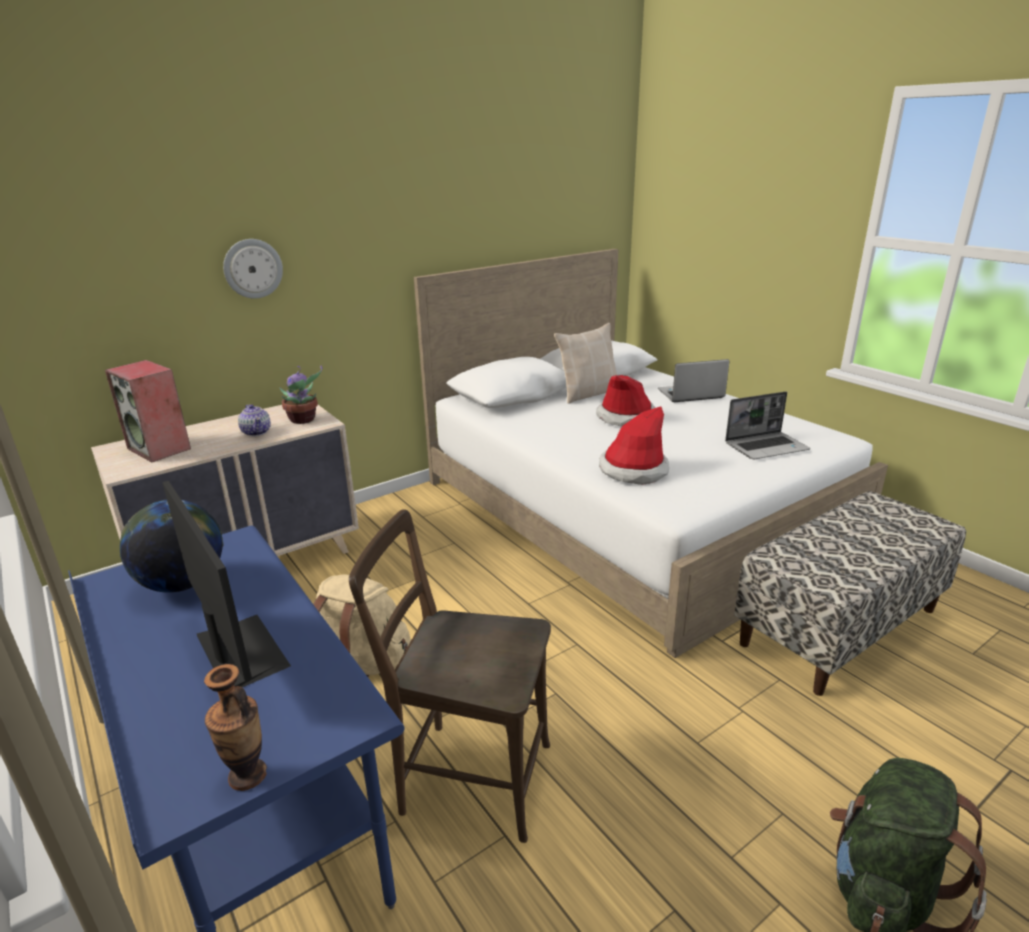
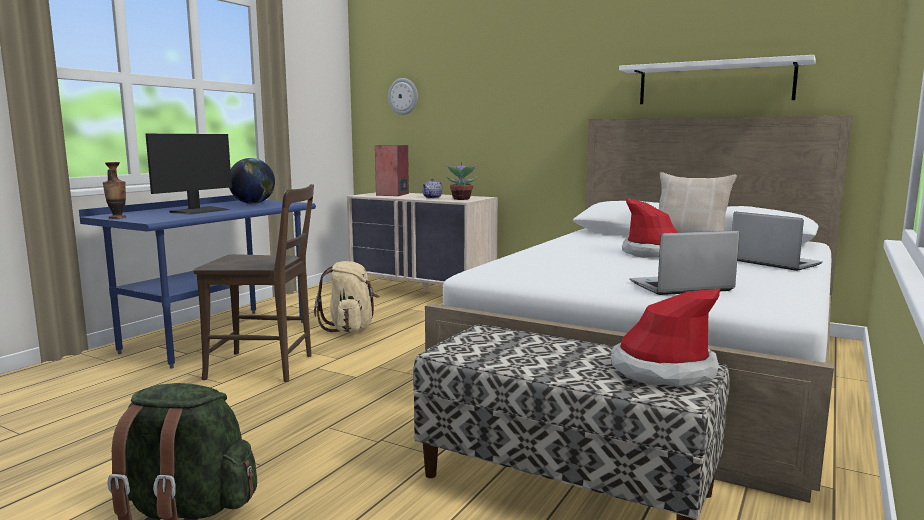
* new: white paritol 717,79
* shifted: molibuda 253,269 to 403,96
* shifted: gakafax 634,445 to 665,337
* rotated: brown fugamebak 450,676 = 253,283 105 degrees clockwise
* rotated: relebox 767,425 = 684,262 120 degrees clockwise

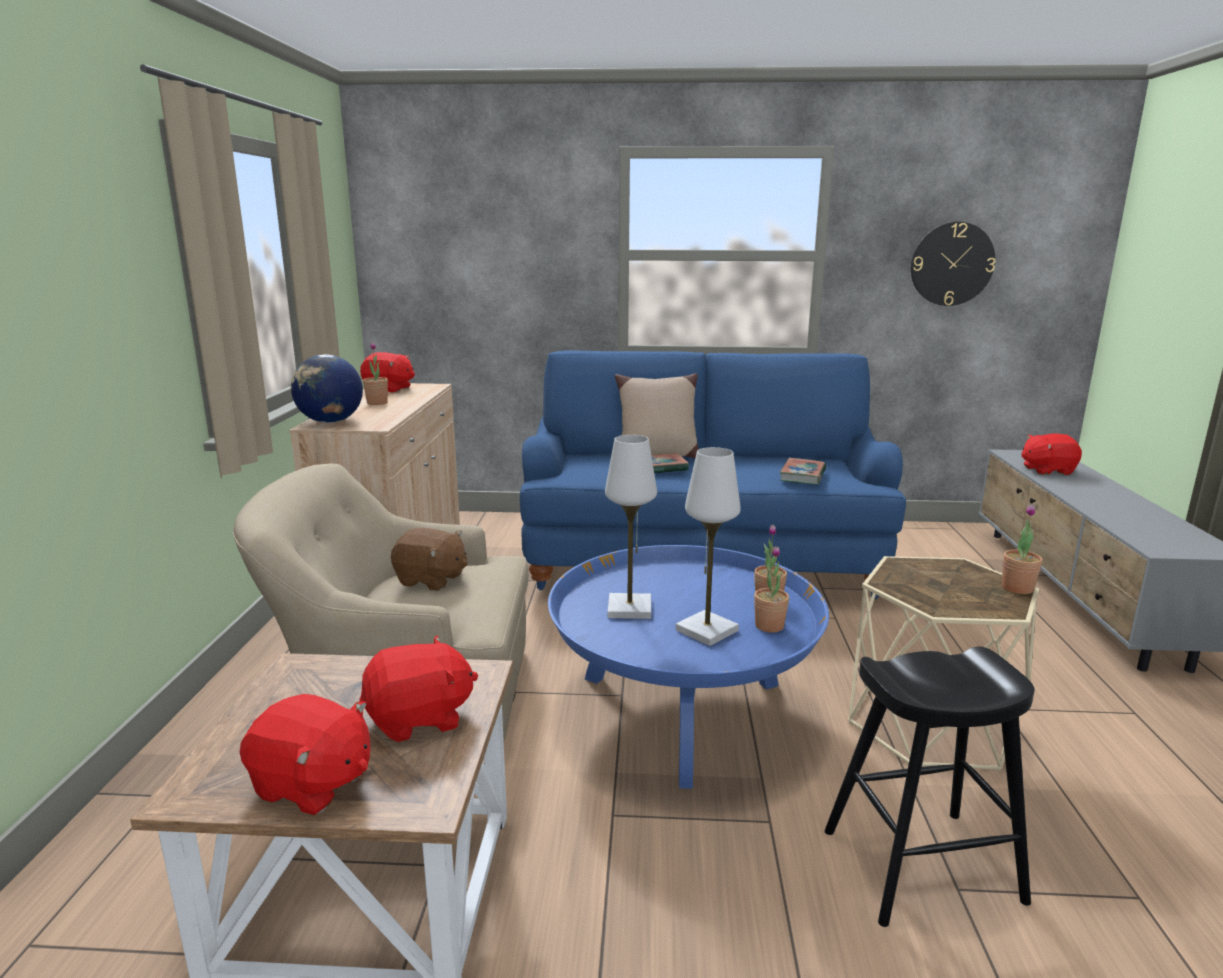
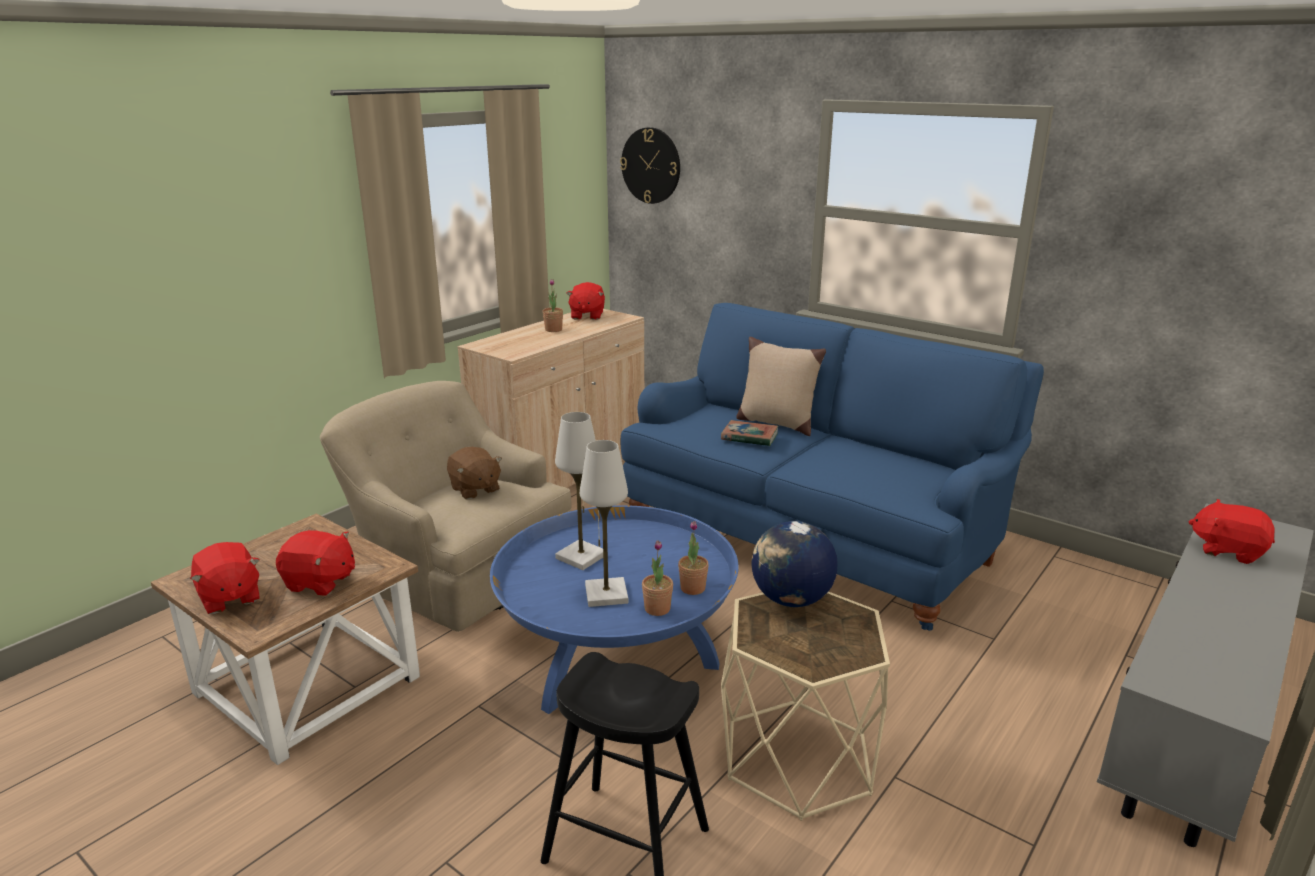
* gone: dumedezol 803,471
* gone: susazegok 1022,549
* shifted: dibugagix 327,389 to 794,564
* shifted: molibuda 953,264 to 650,165
* rotated: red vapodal 387,372 = 585,301 45 degrees clockwise

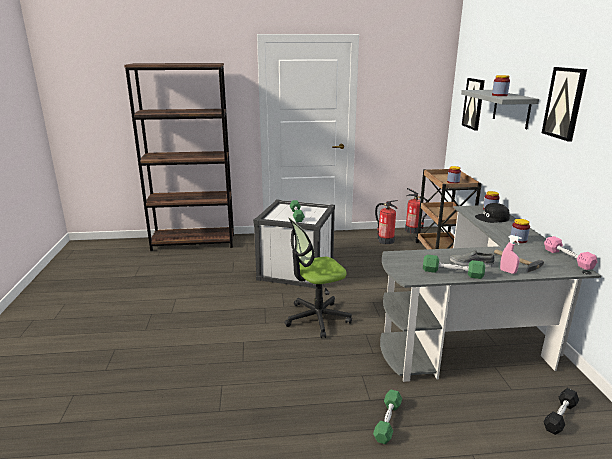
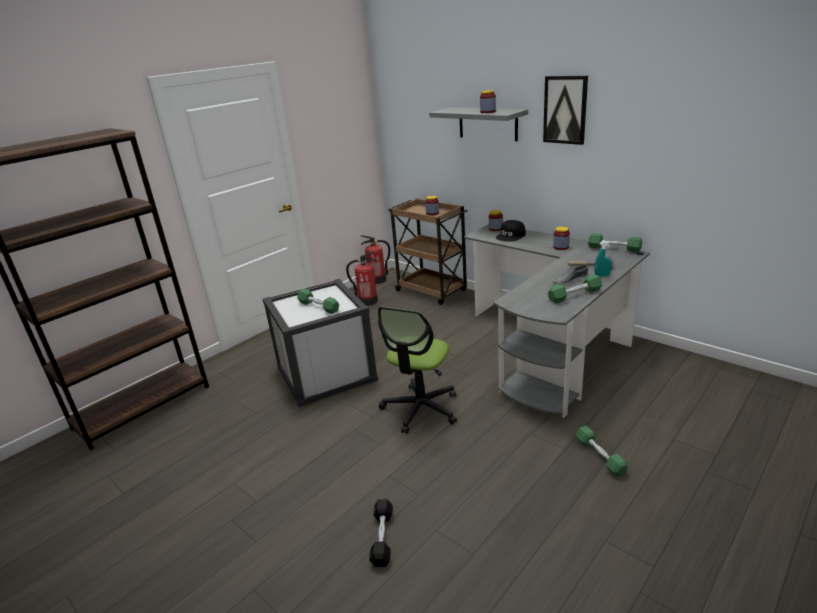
* gone: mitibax 473,104
* shifted: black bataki 561,411 to 381,533
* repainted: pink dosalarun 510,254 to turquoise dosalarun 603,259
* repainted: pink bataki 570,253 to green bataki 615,242

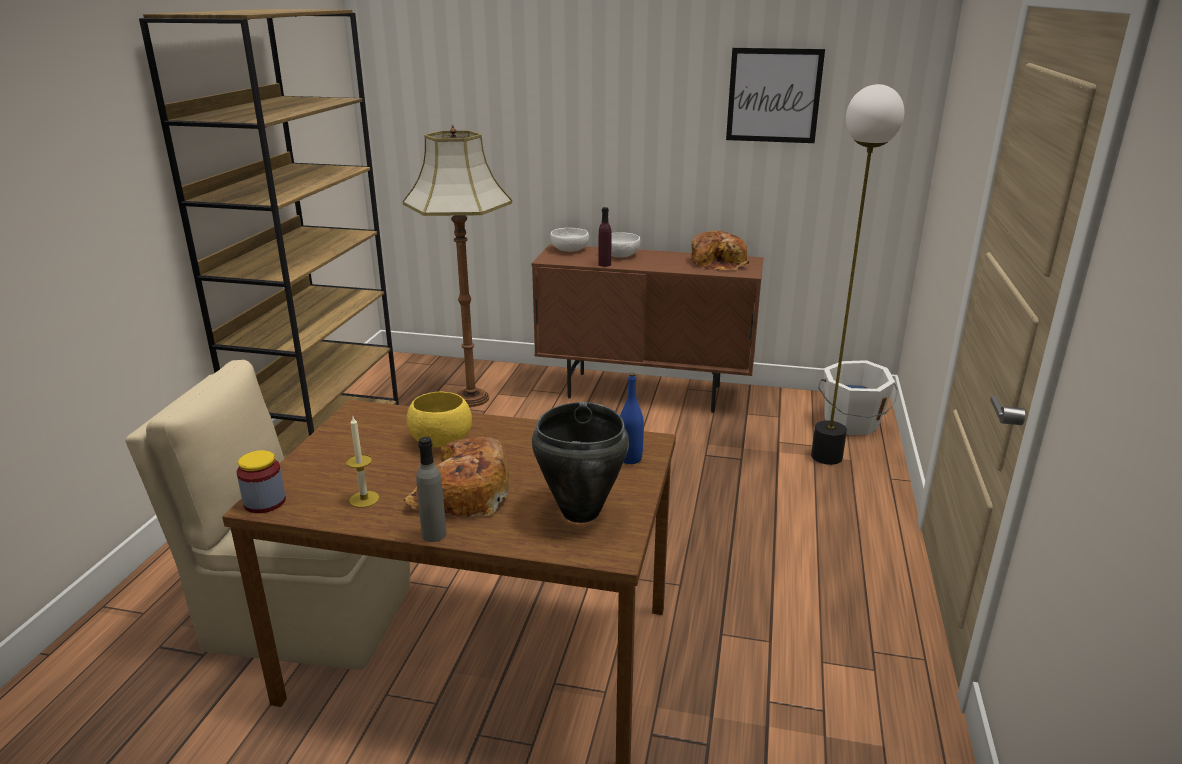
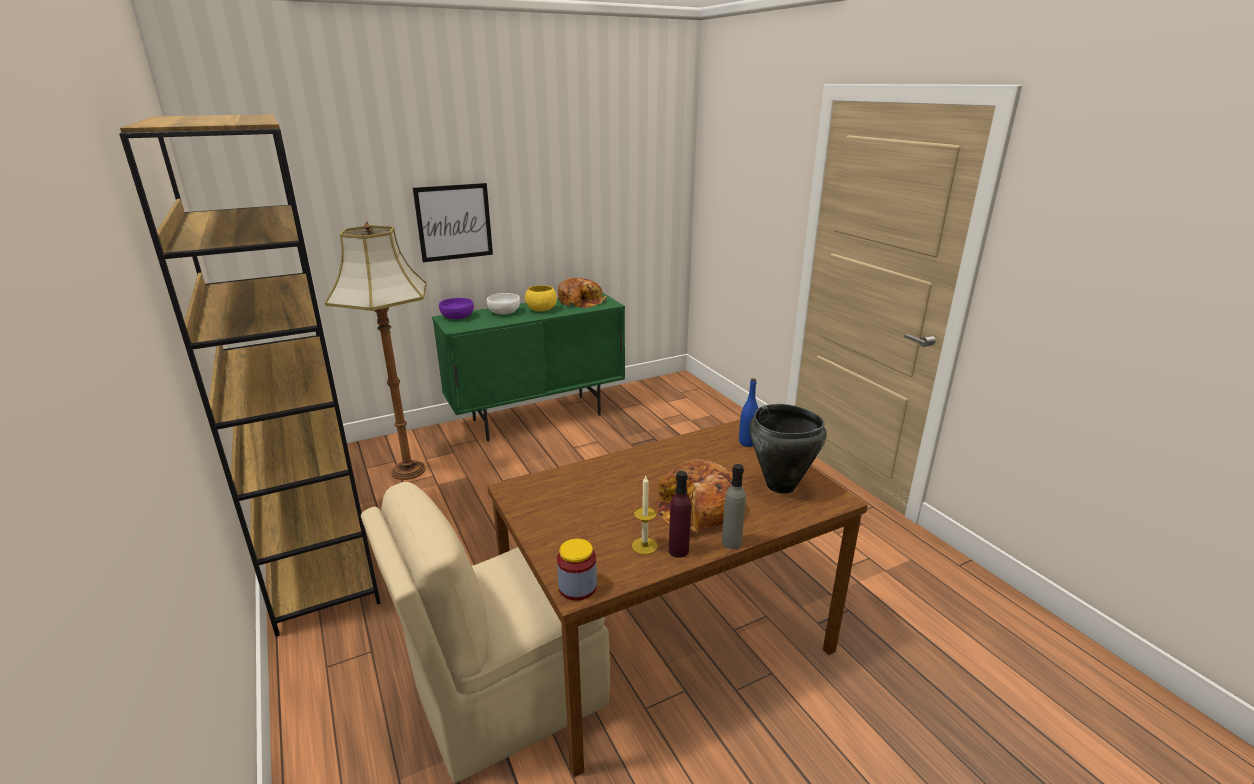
* gone: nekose 857,274
* gone: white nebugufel 858,397
* shifted: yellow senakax 439,419 to 541,298
* shifted: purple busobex 604,237 to 680,514
* shifted: mitibax 775,95 to 453,222
* repainted: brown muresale 648,328 to green muresale 528,367
* repainted: white senakax 569,240 to purple senakax 456,308

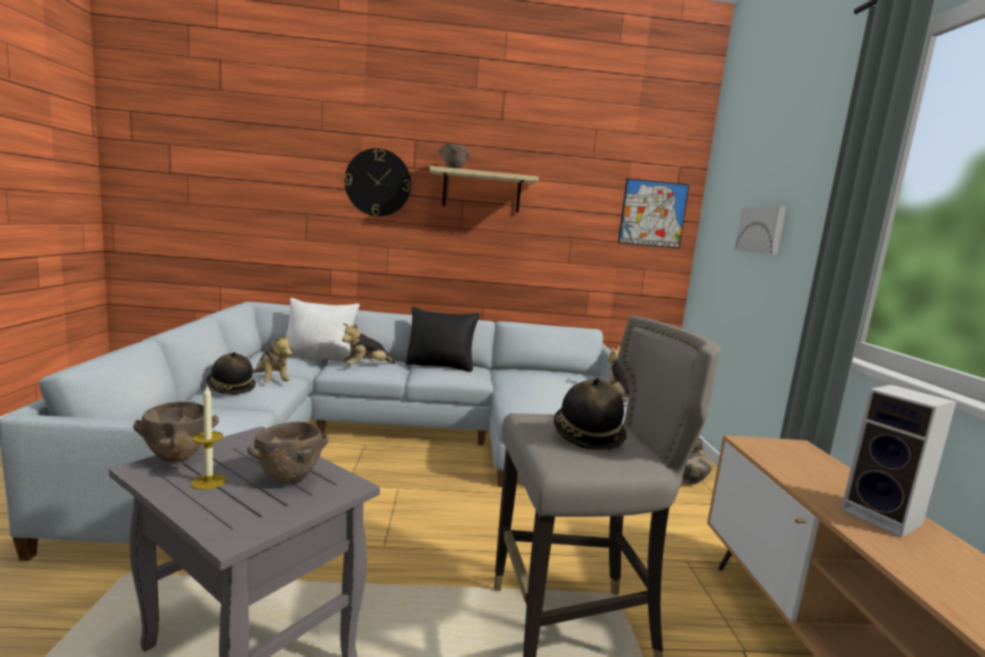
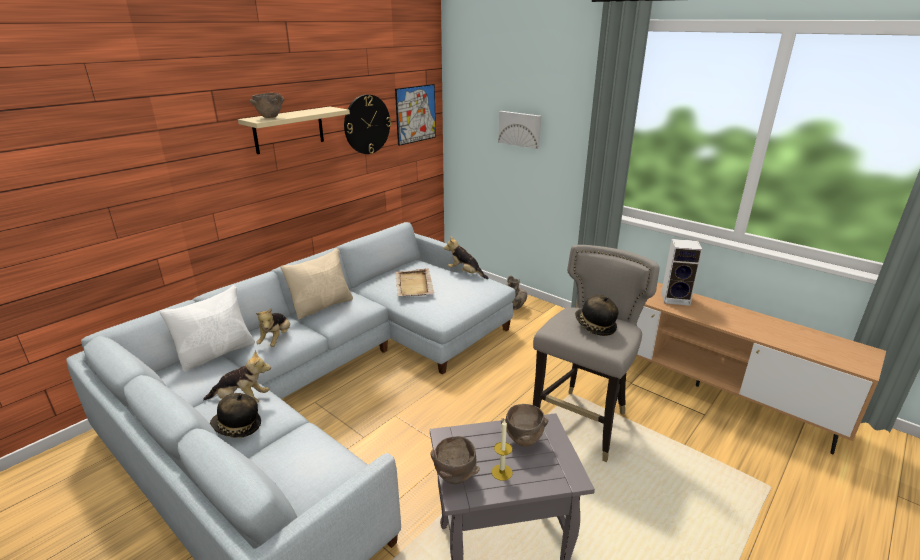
* new: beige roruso 414,282
* shifted: molibuda 377,182 to 367,124
* repainted: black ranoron 443,339 to beige ranoron 316,283

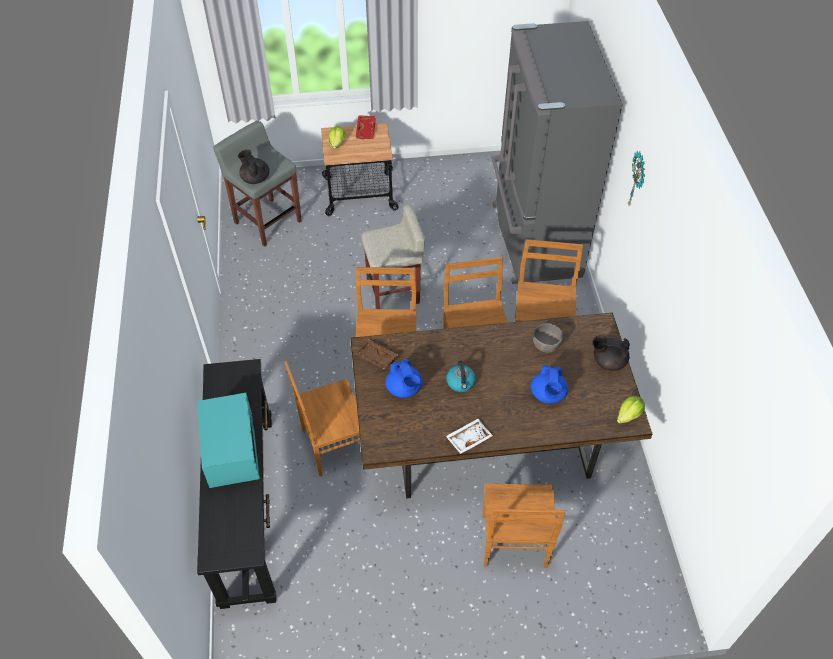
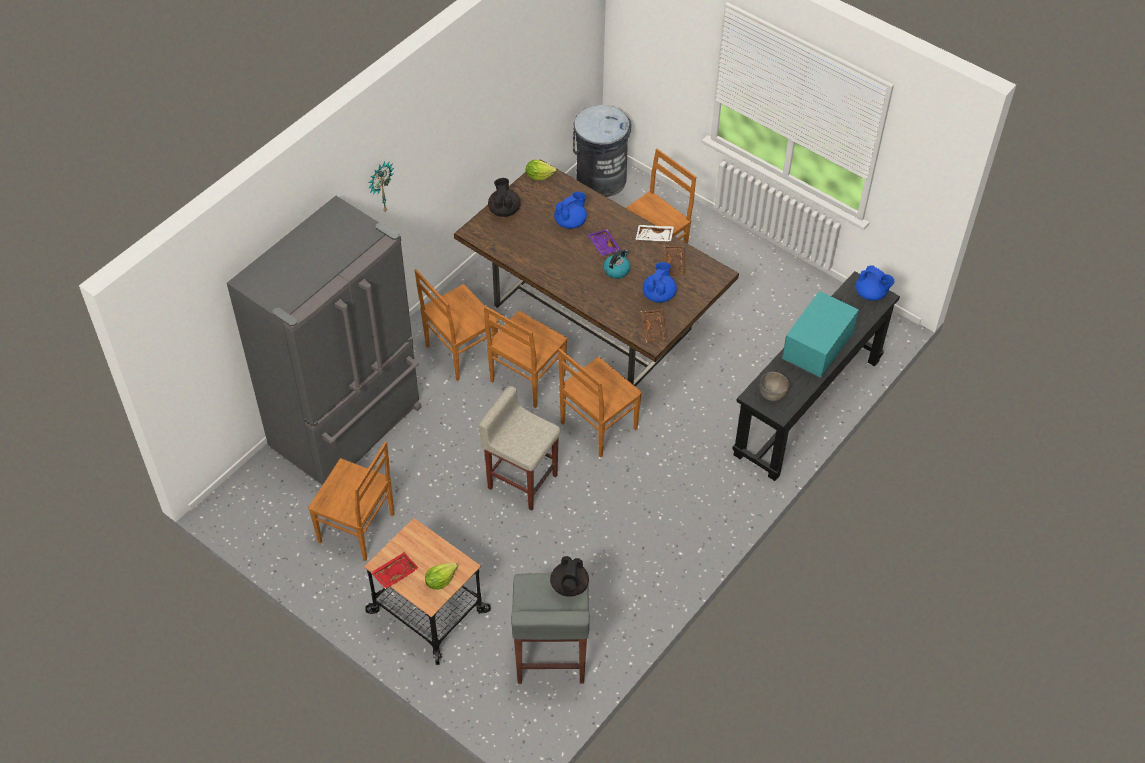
* new: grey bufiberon 602,151
* new: purple roruso 604,242
* new: brown roruso 674,260
* new: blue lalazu 875,283
* shifted: brown fugamebak 322,418 to 351,501
* shifted: grey senakax 548,338 to 774,386
* rotated: black lalazu 611,353 = 504,197 150 degrees counterclockwise

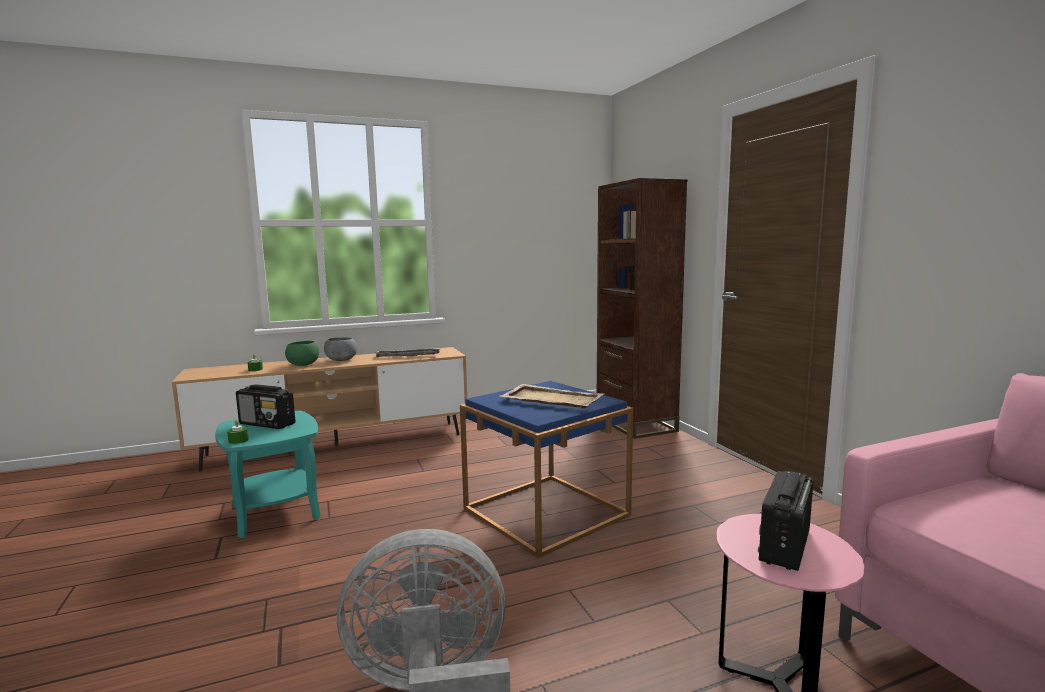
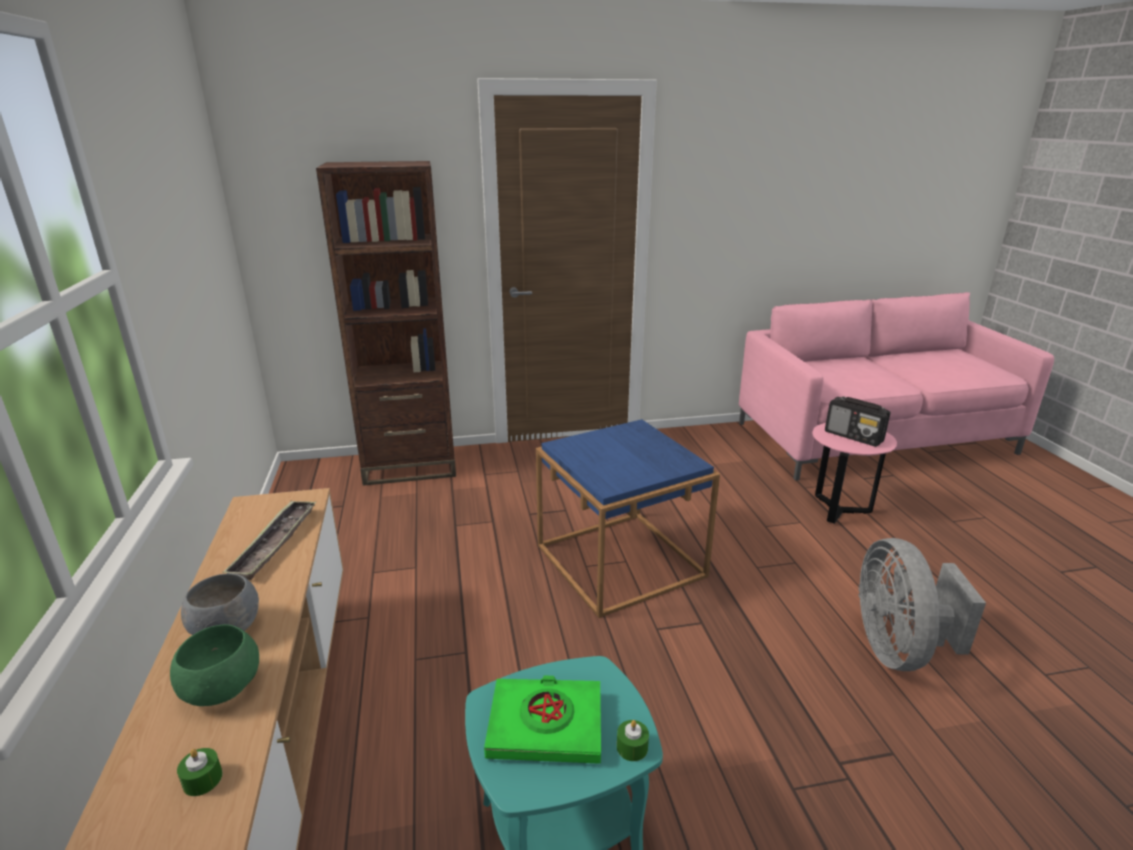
* gone: beige roruso 552,396
* swapped: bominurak 265,406 to green dumedezol 542,719

